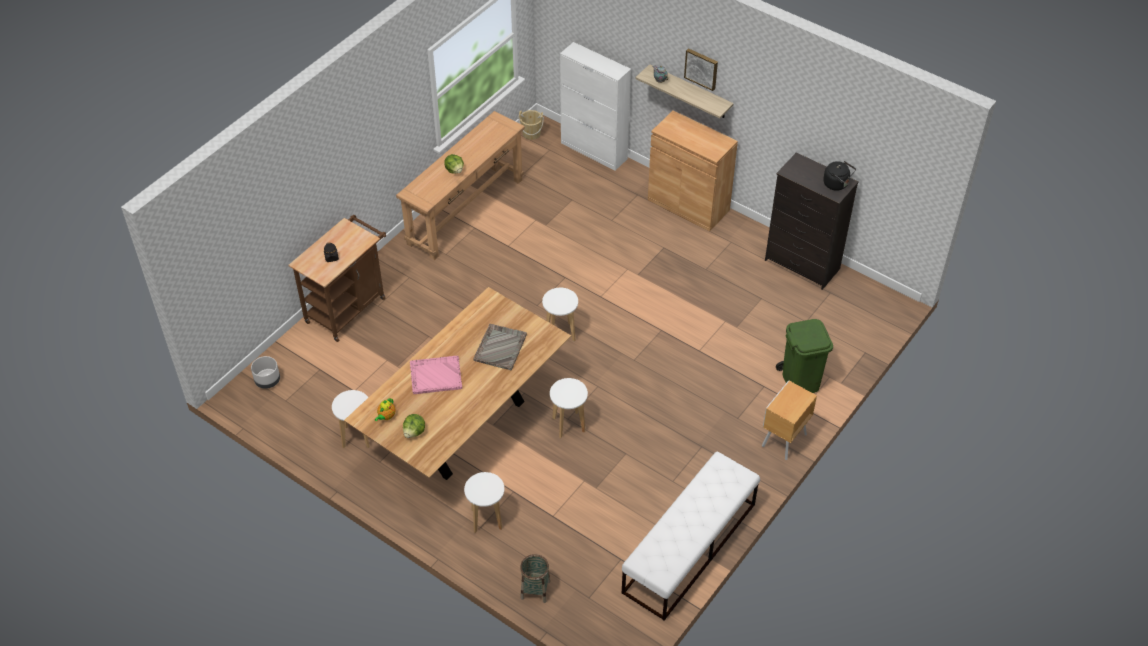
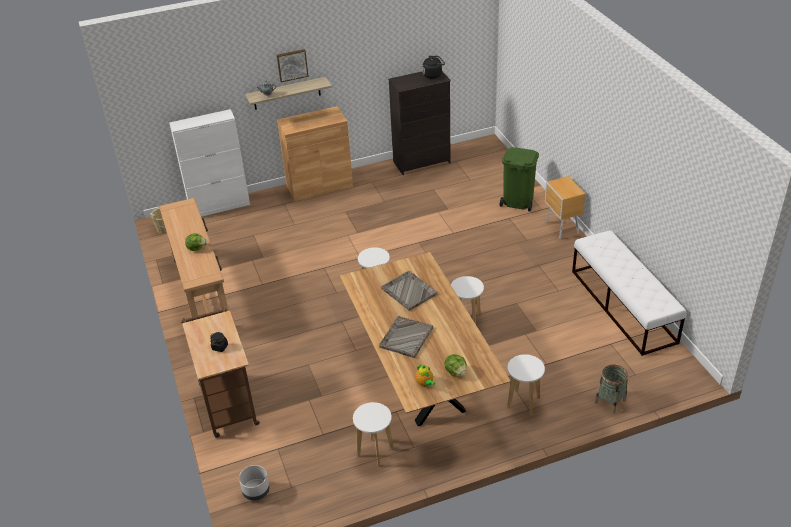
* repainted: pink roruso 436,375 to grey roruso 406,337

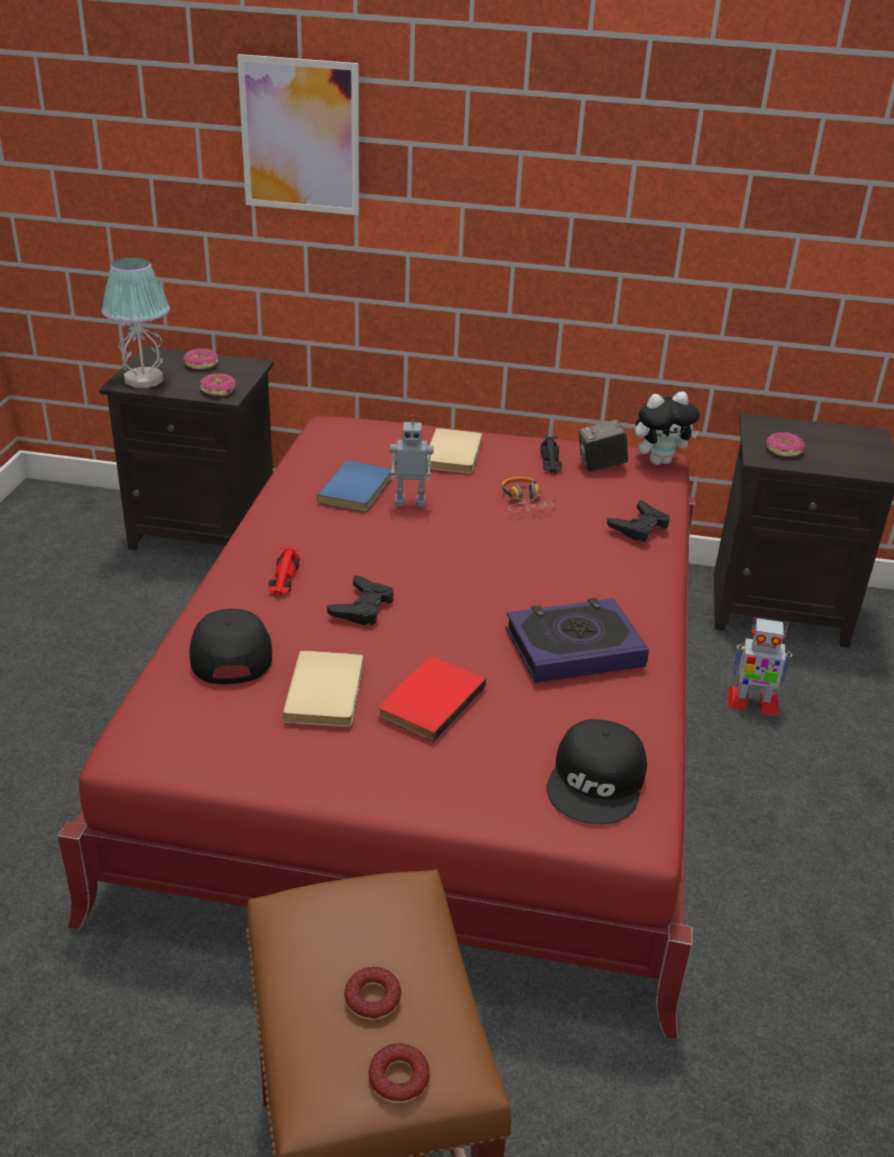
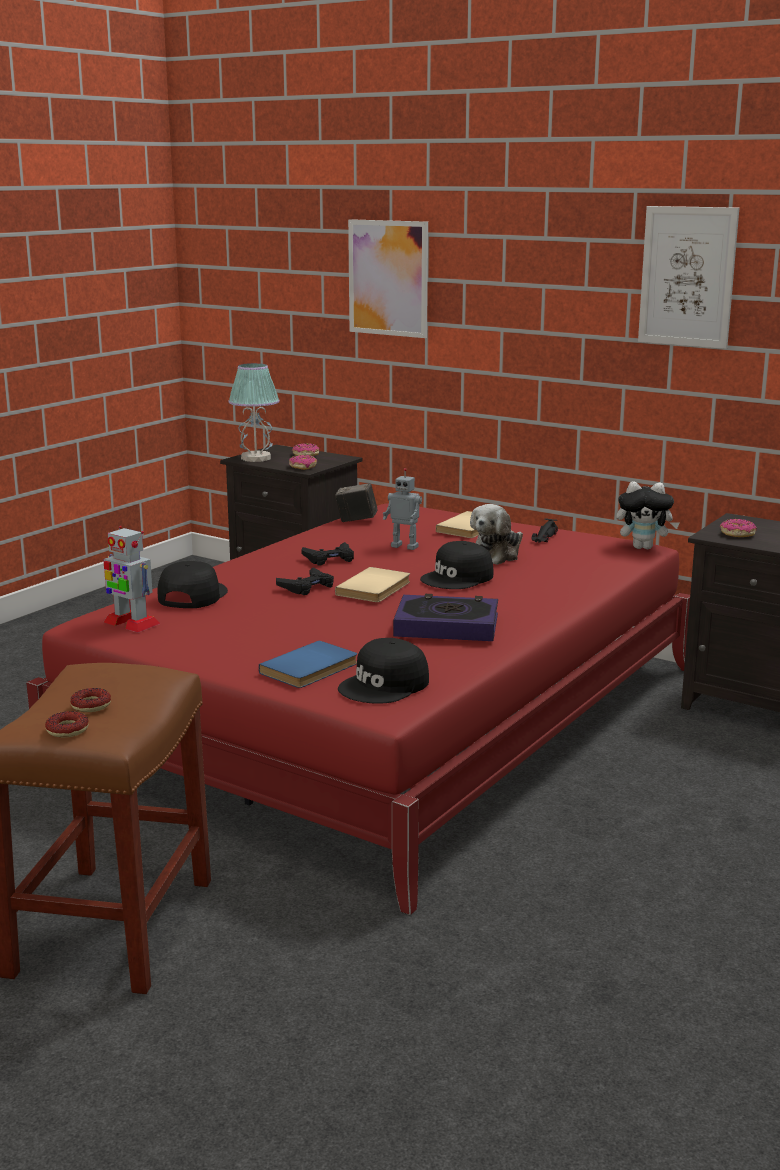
* gone: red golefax 284,570
* gone: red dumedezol 432,699
* new: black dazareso 456,565
* new: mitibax 688,277
* shifted: beige dumedezol 322,688 to 372,584
* shifted: blue dumedezol 354,486 to 308,664
* shifted: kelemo 603,445 to 356,502
* shifted: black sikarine 638,521 to 327,554
* shifted: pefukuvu 759,666 to 132,579
* swapped: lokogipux 529,494 to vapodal 496,534

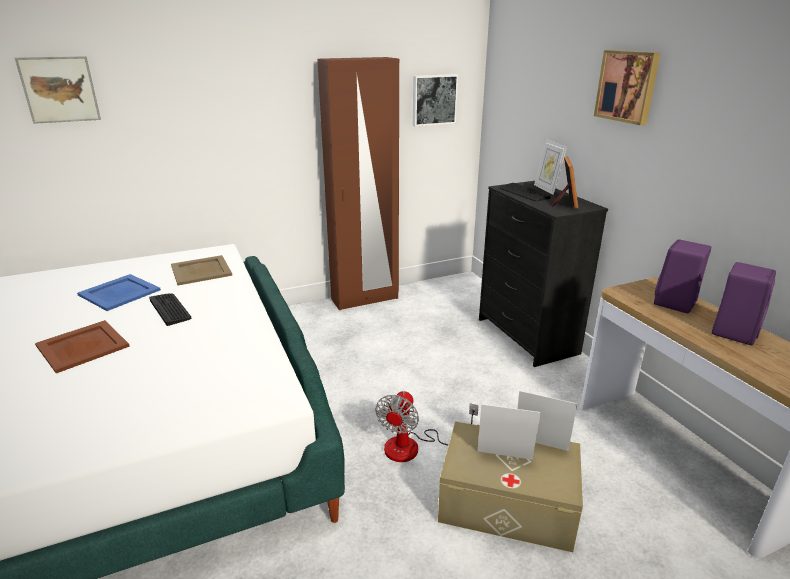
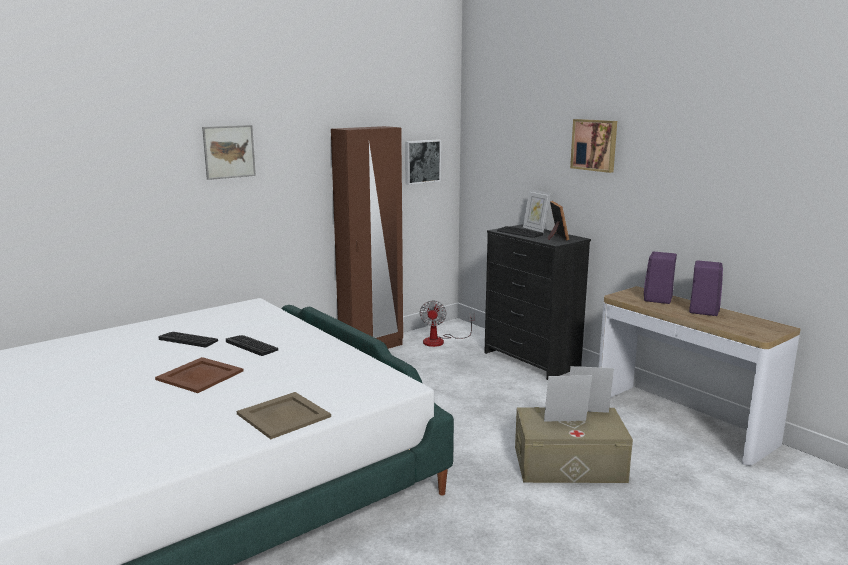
* shifted: mitibax 58,90 to 229,152
* shifted: beige roruso 201,270 to 284,415
* shifted: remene 427,426 to 447,323
* swapped: blue roruso 119,292 to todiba 188,339

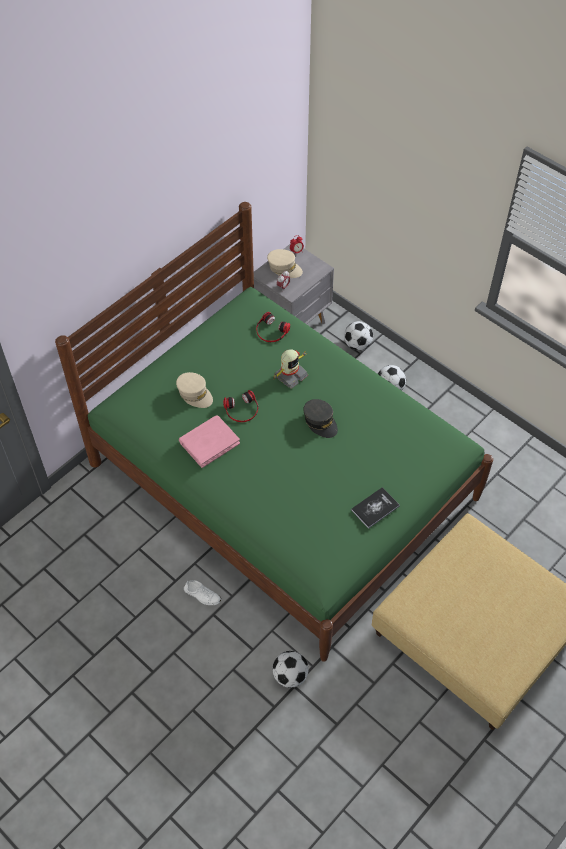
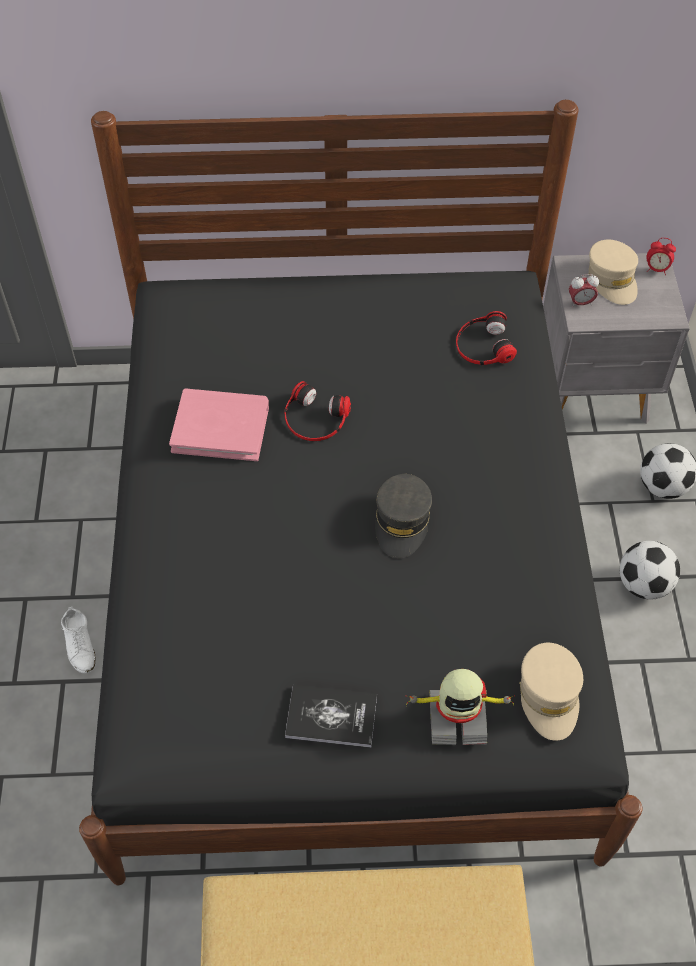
* gone: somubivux 290,669
* shifted: beige dazareso 194,390 to 551,692
* shifted: pefukuvu 290,369 to 460,707
* repainted: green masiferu 274,432 to black masiferu 360,492

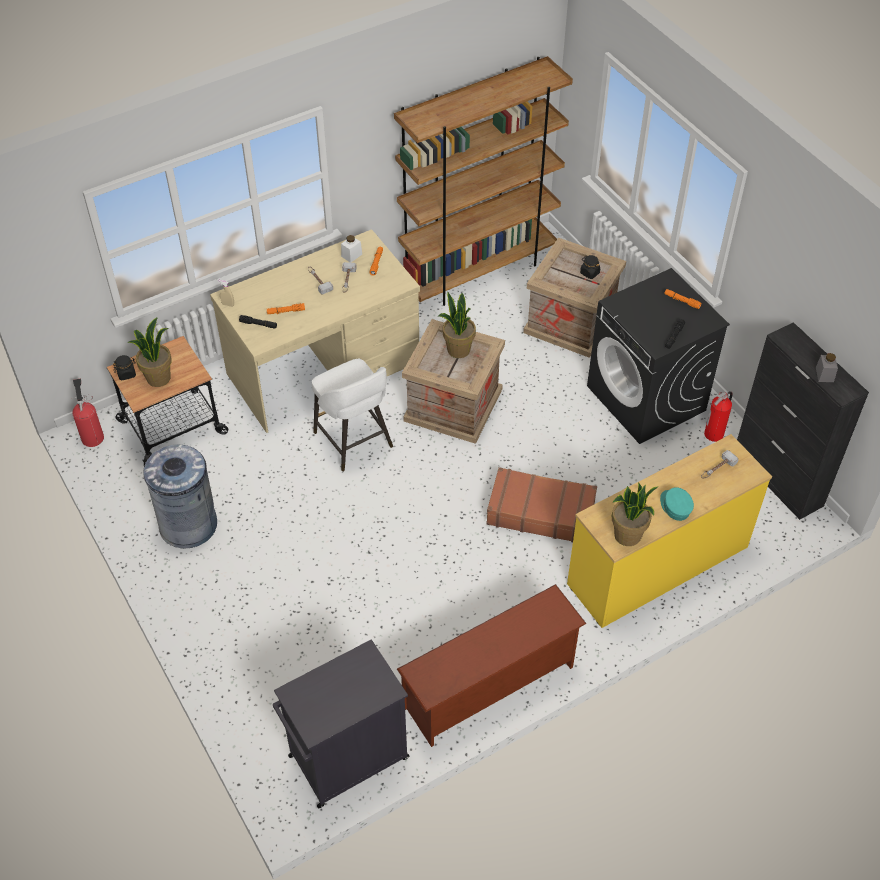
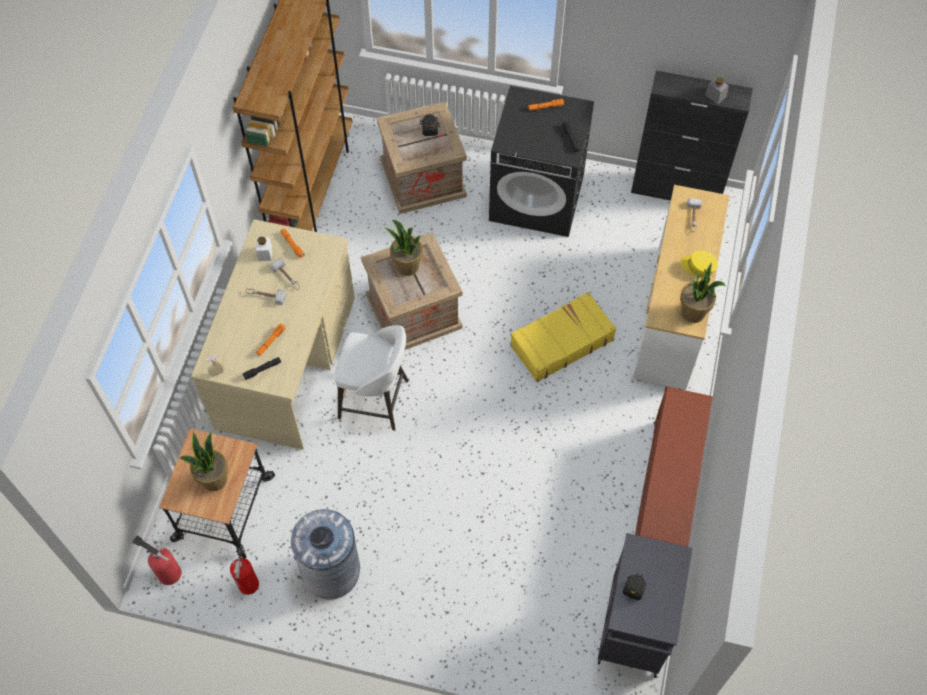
* shifted: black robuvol 124,367 to 635,586
* shifted: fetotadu 718,416 to 244,573
* repainted: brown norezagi 541,504 to yellow norezagi 563,337
* repainted: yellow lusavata 669,531 to white lusavata 681,287
* repainted: turquoise dazareso 677,504 to yellow dazareso 699,263

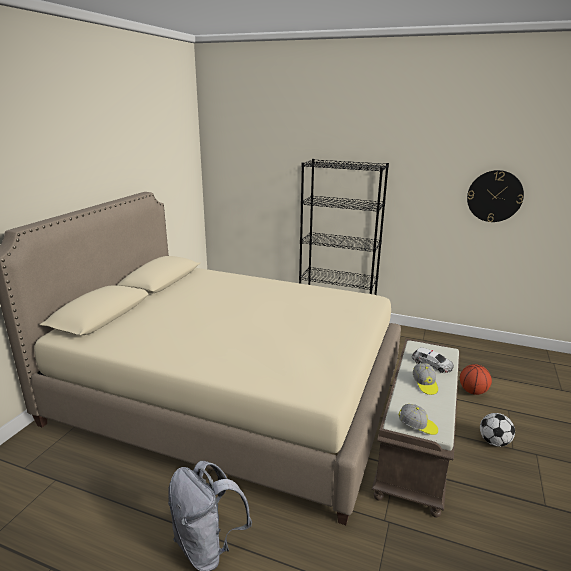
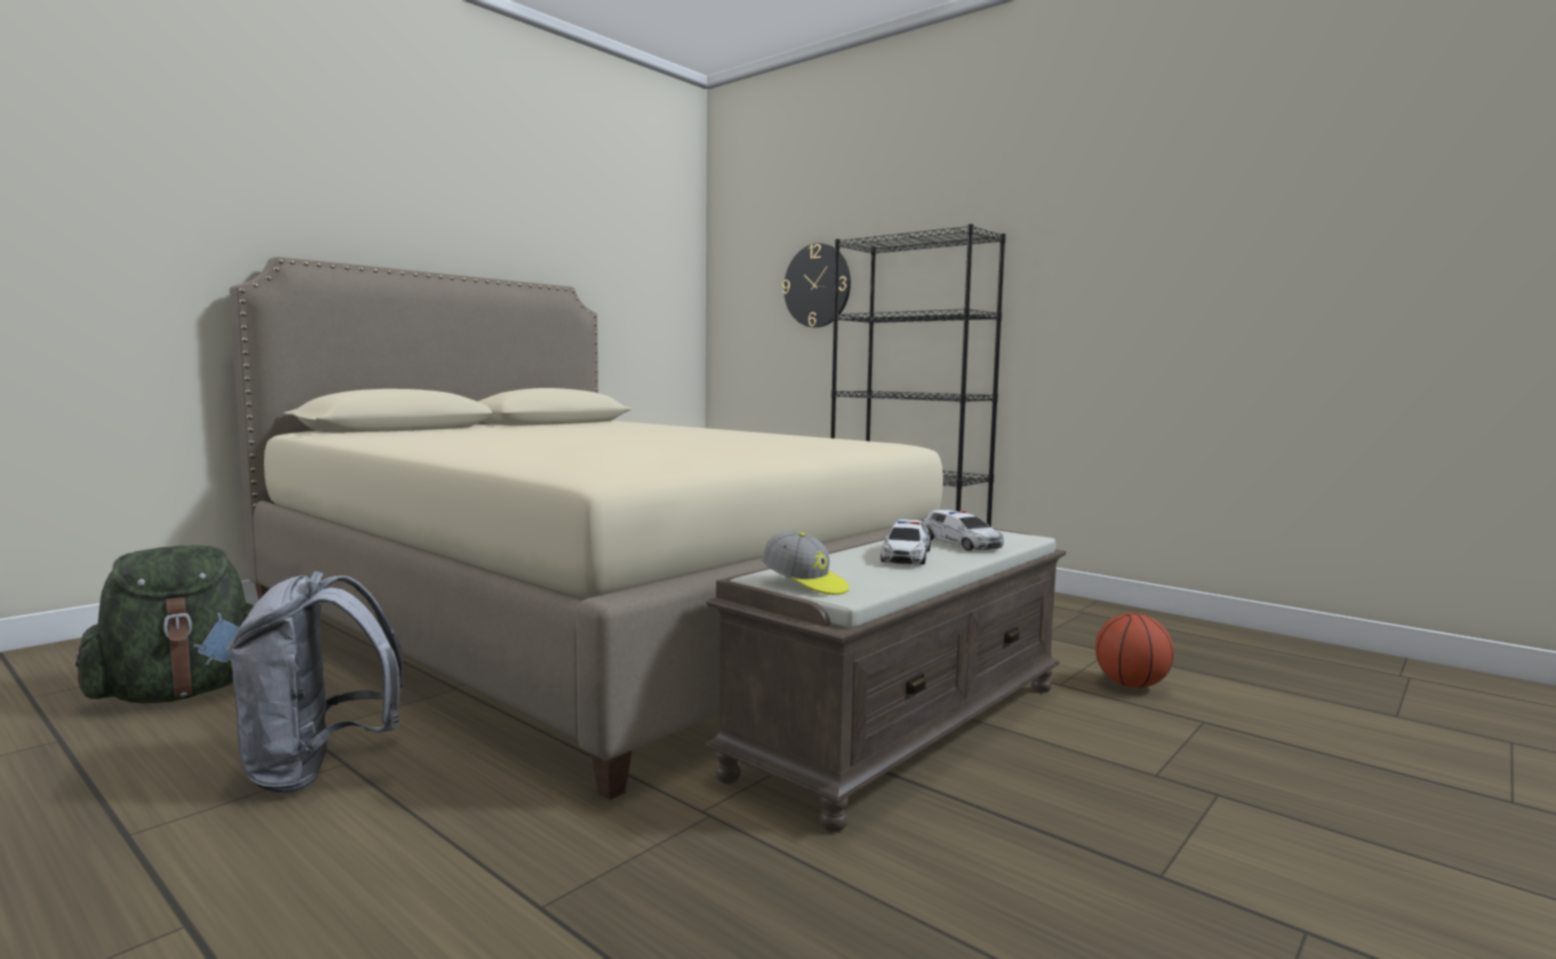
* gone: somubivux 497,430
* new: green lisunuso 164,624
* shifted: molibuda 495,196 to 817,285
* swapped: dazareso 425,379 to golefax 906,542

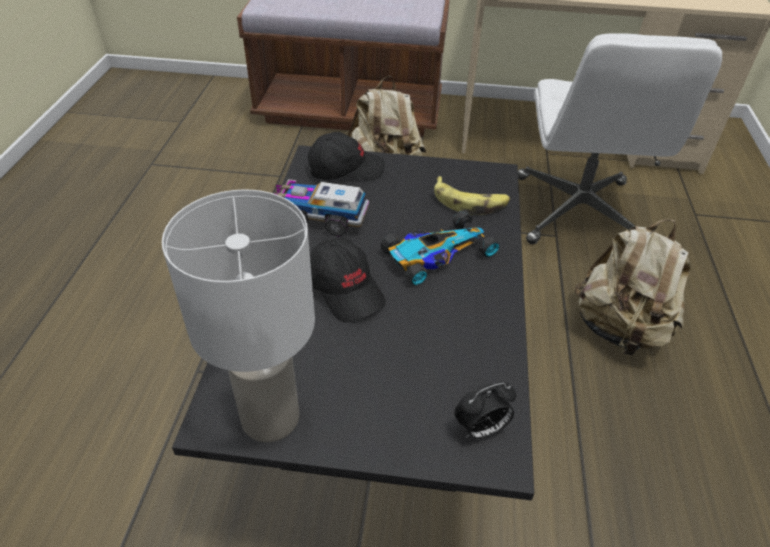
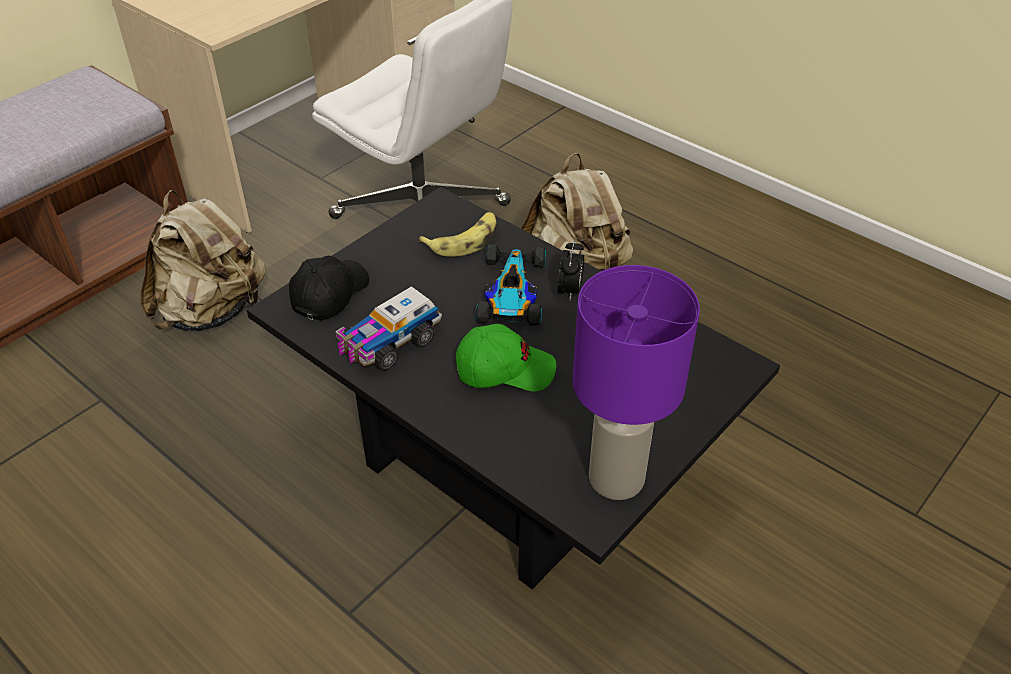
* shifted: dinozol 485,410 to 570,270
* repainted: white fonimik 238,315 to purple fonimik 636,382
* repainted: black dazareso 348,280 to green dazareso 506,357

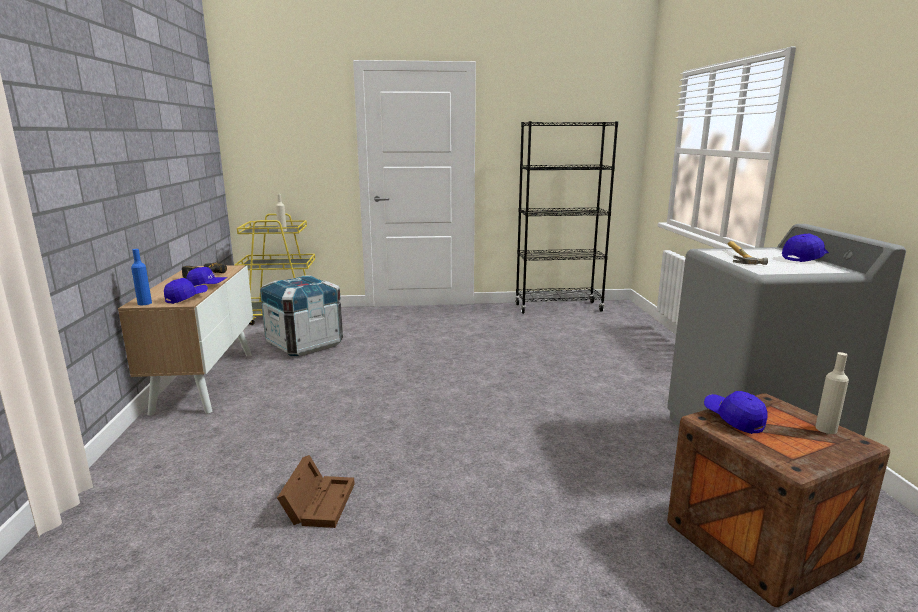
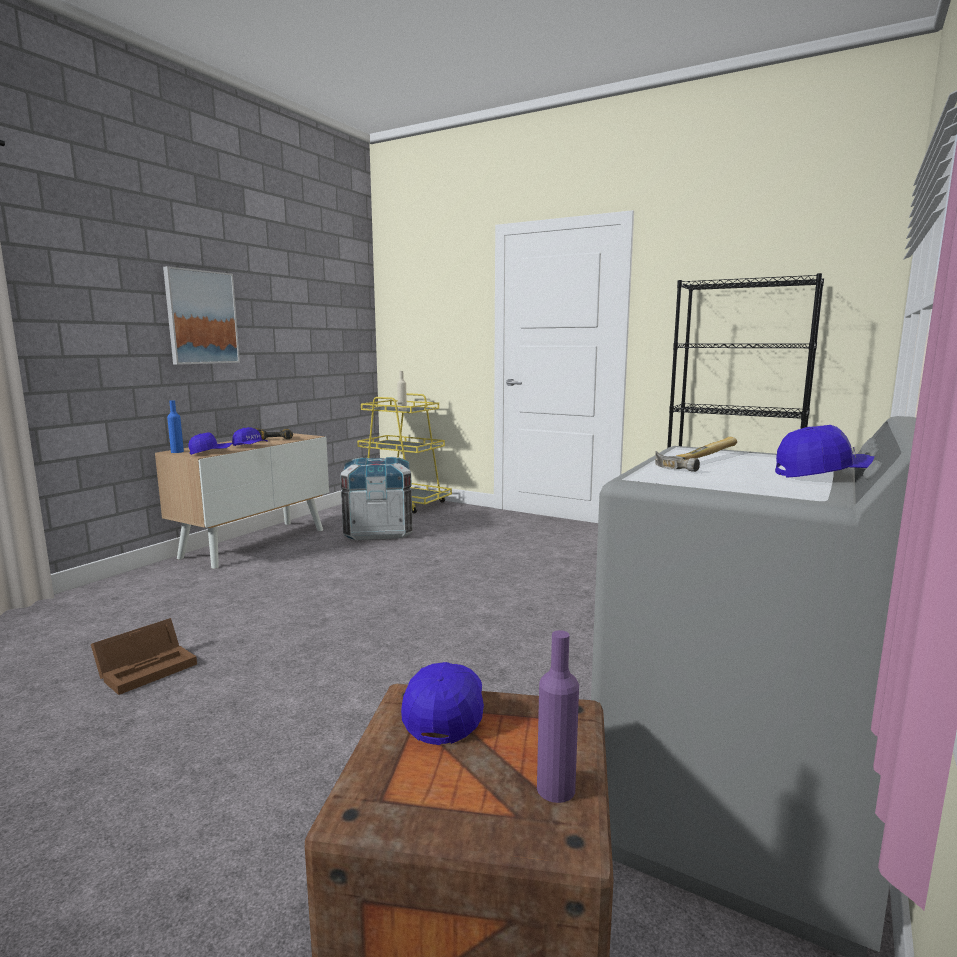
* new: mitibax 201,315
* repainted: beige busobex 832,393 to purple busobex 558,716

